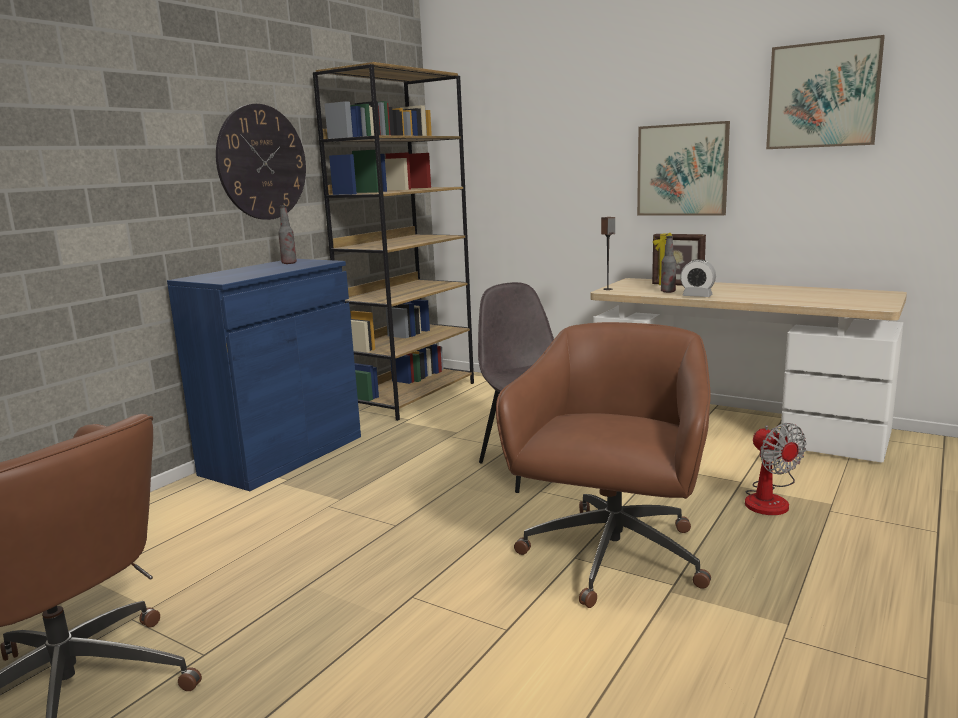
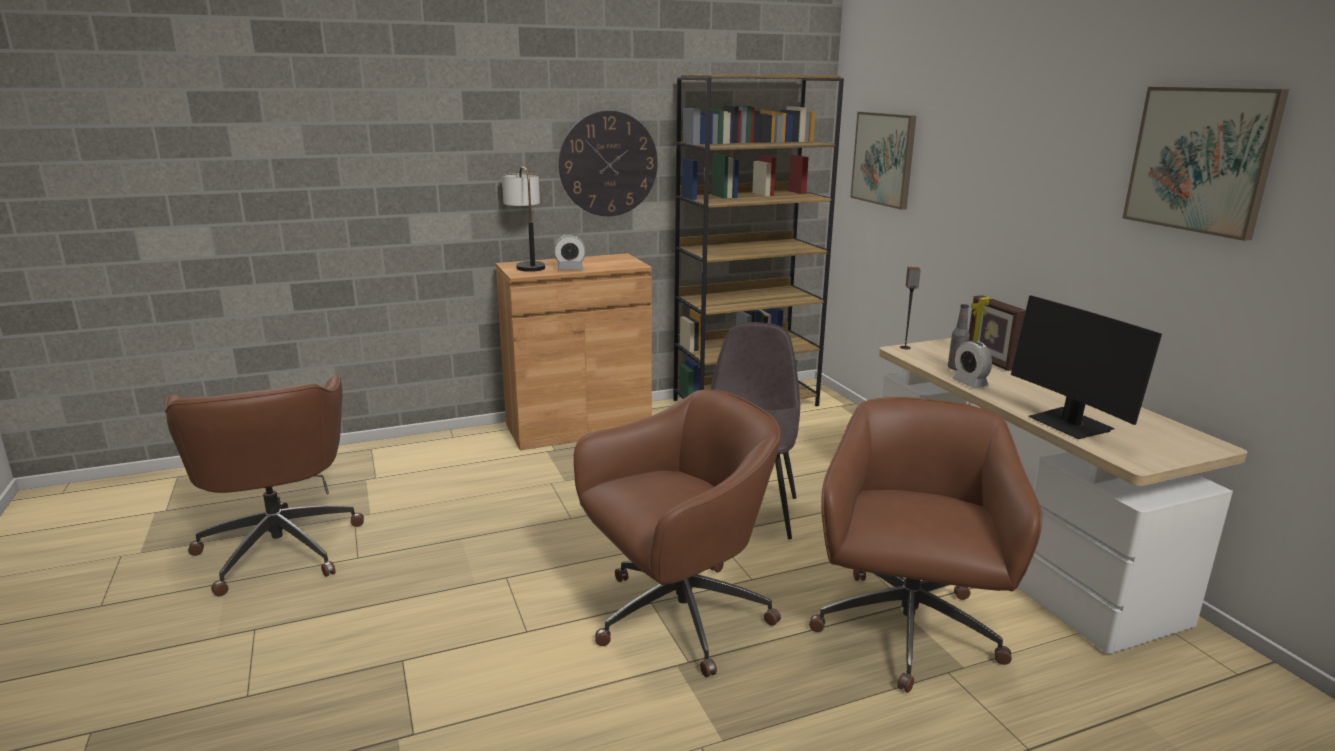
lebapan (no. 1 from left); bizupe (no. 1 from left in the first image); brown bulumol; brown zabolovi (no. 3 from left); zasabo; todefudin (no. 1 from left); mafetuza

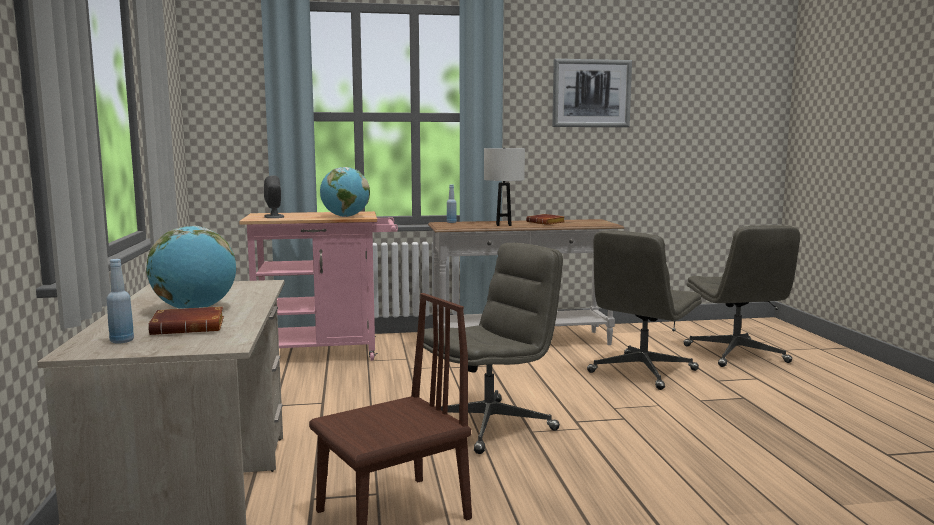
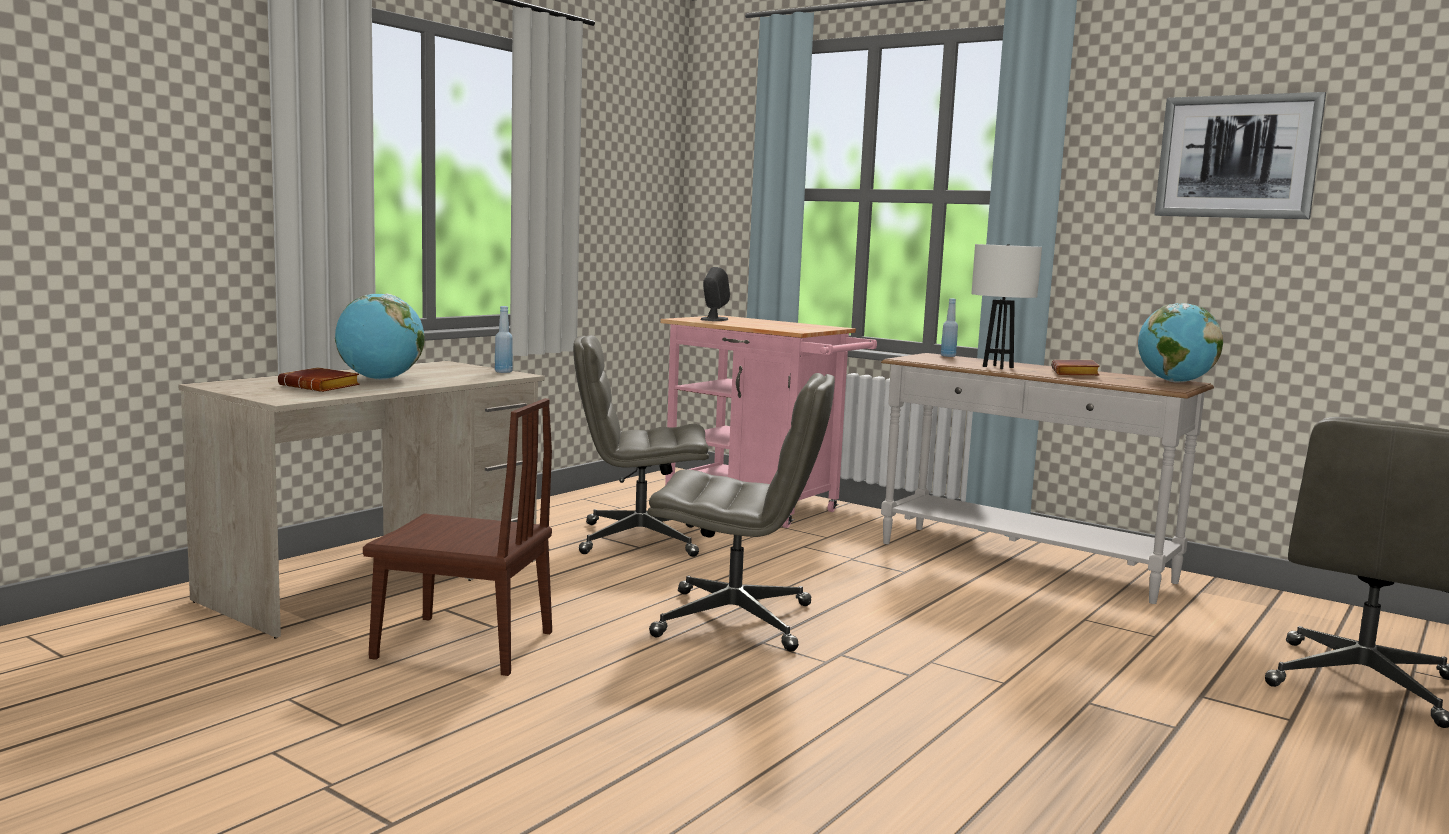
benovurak (no. 2 from left); grey zabolovi (no. 1 from left); blue bizupe (no. 1 from left)

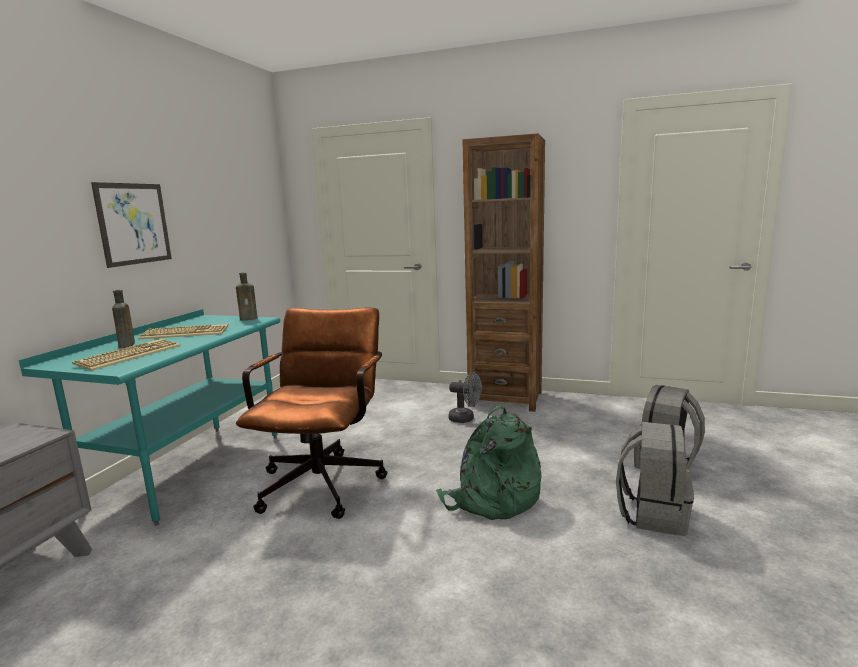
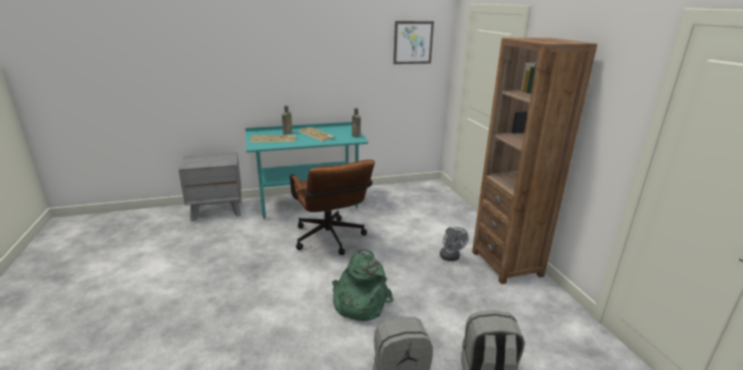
lebapan; brown zabolovi

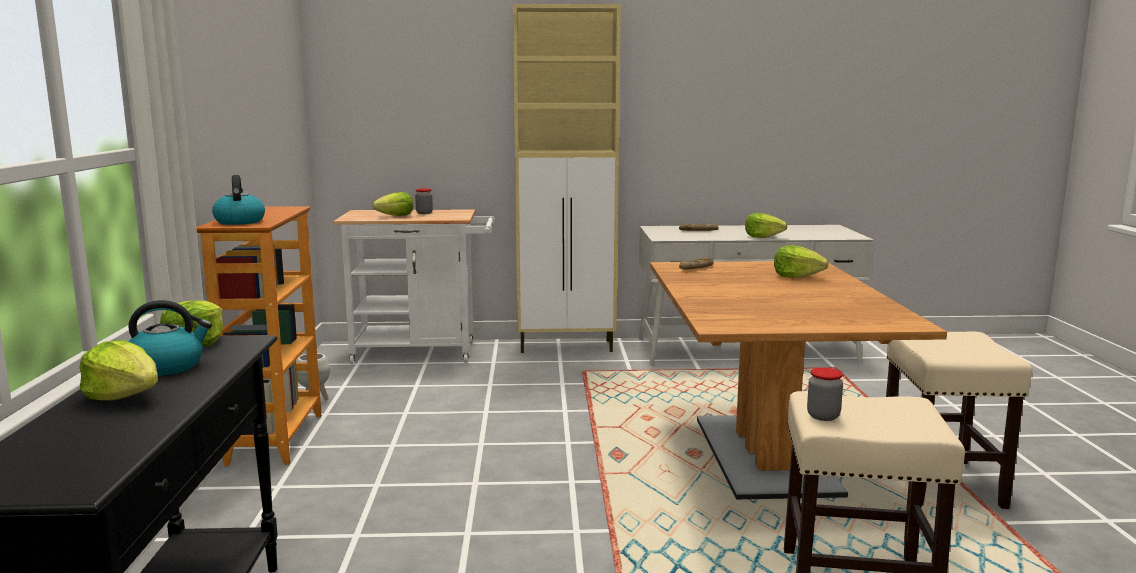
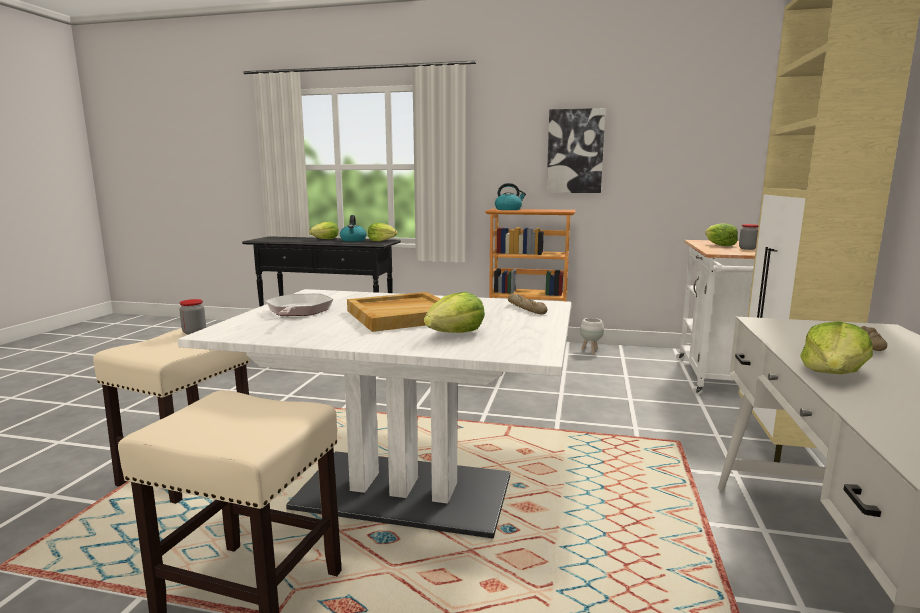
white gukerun; lebapan; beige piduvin; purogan

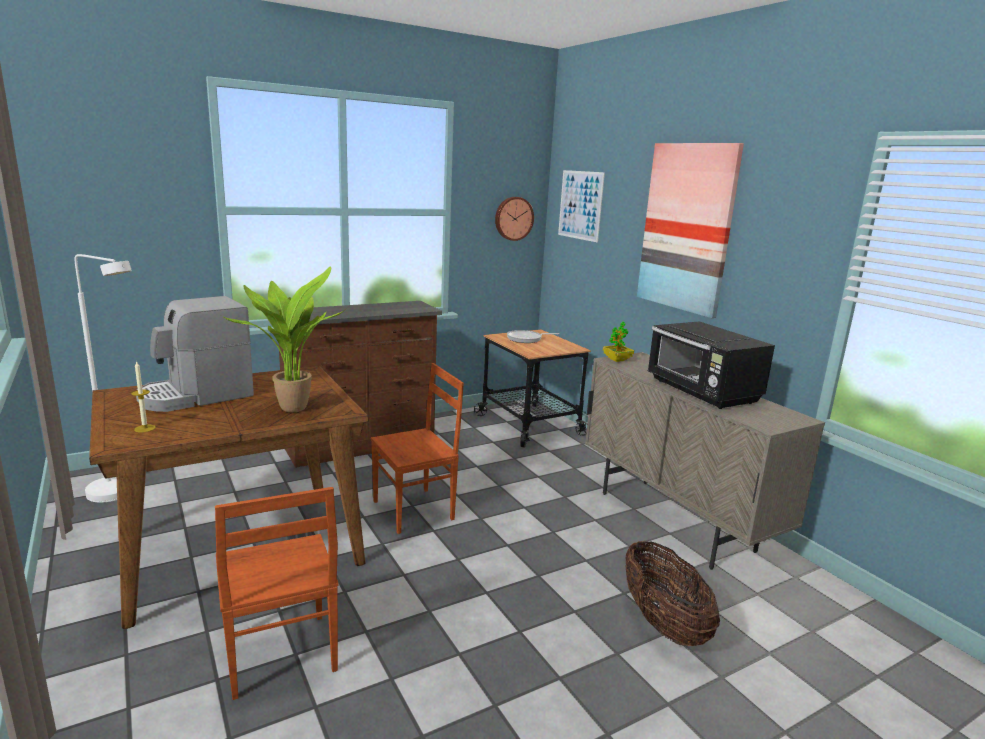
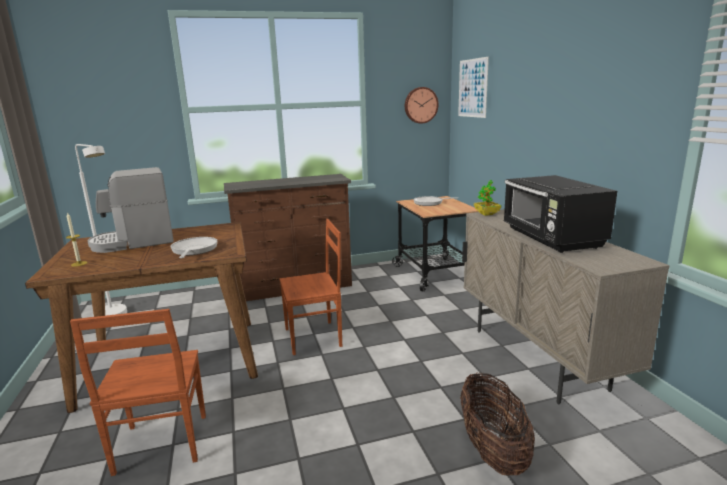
lebapan (no. 2 from left in the first image); purogan (no. 1 from left)

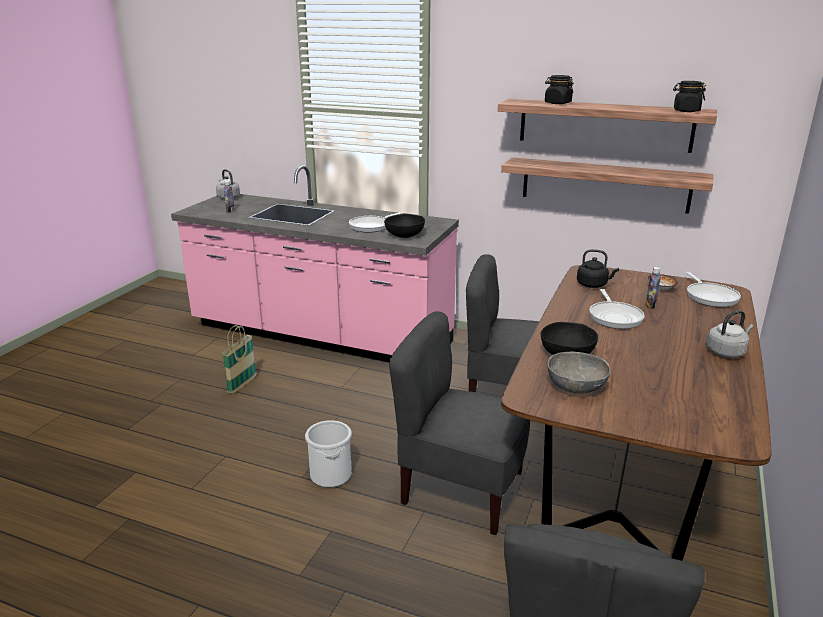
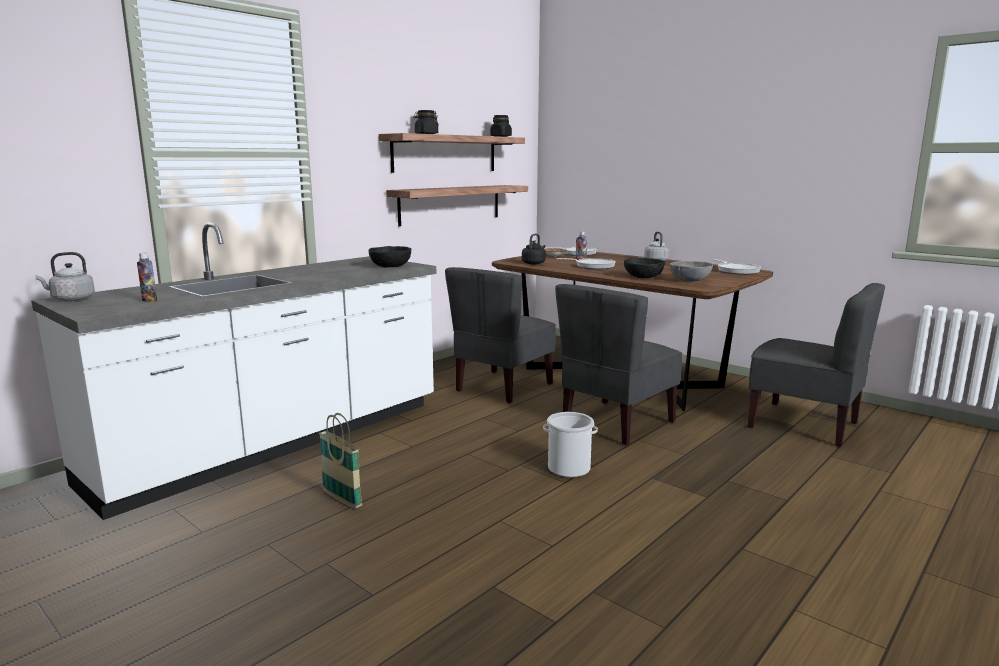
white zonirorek; purogan (no. 3 from left)

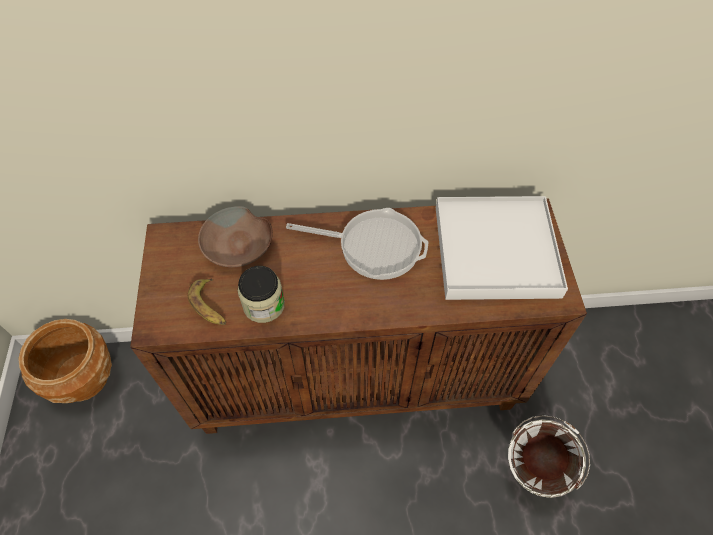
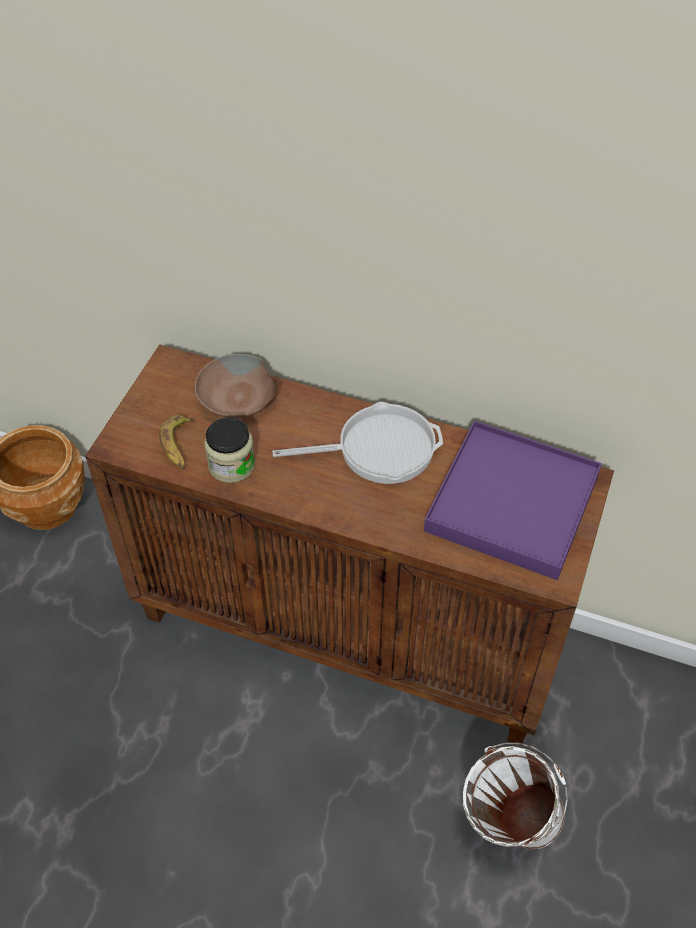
purple piduvin; purogan

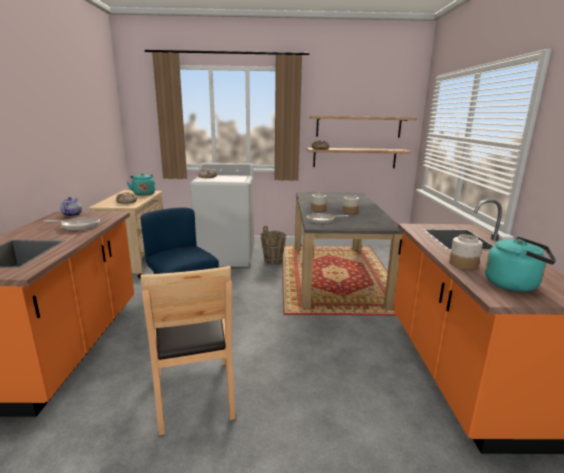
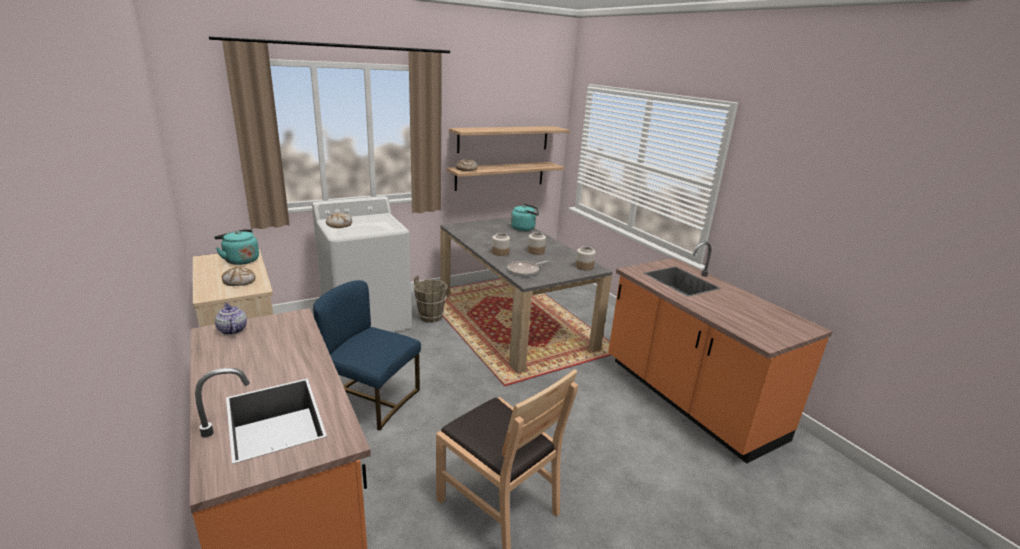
purogan (no. 1 from left in the first image); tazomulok (no. 3 from left); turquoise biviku (no. 2 from left)

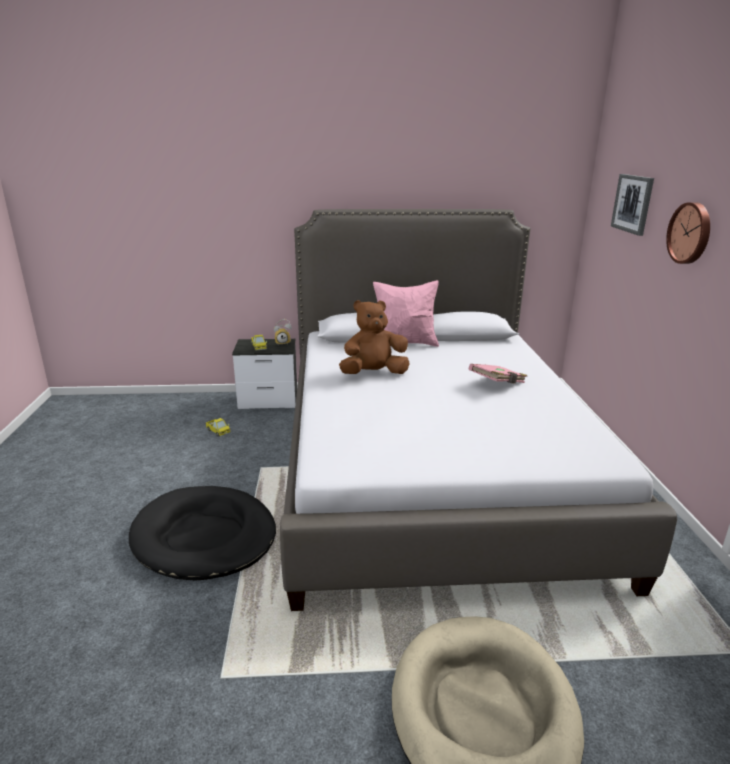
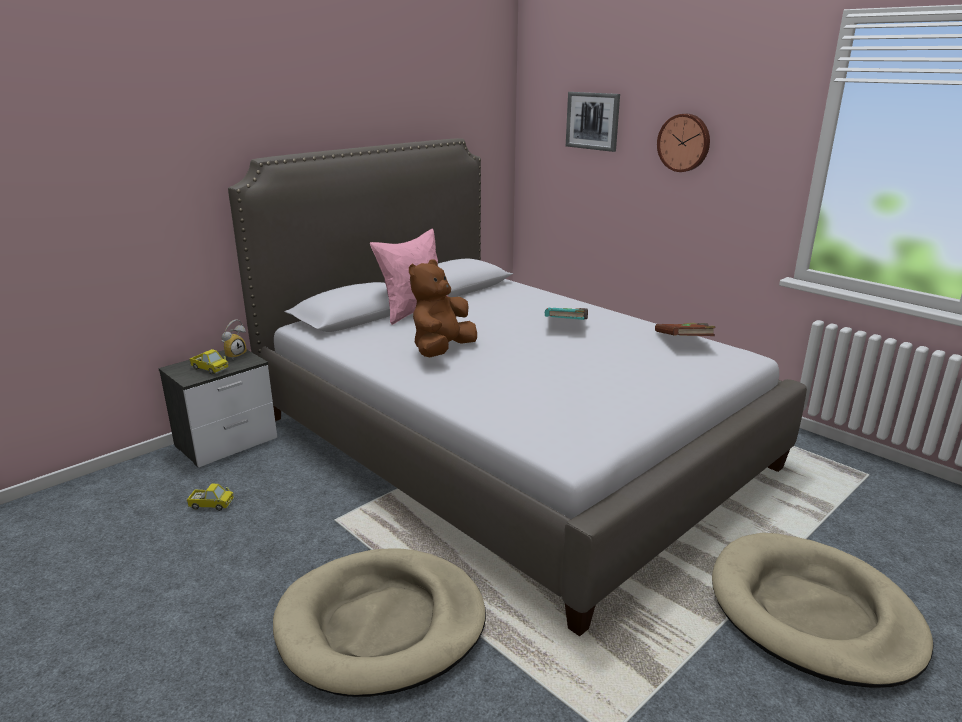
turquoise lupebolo; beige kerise (no. 1 from left); brown lupebolo

